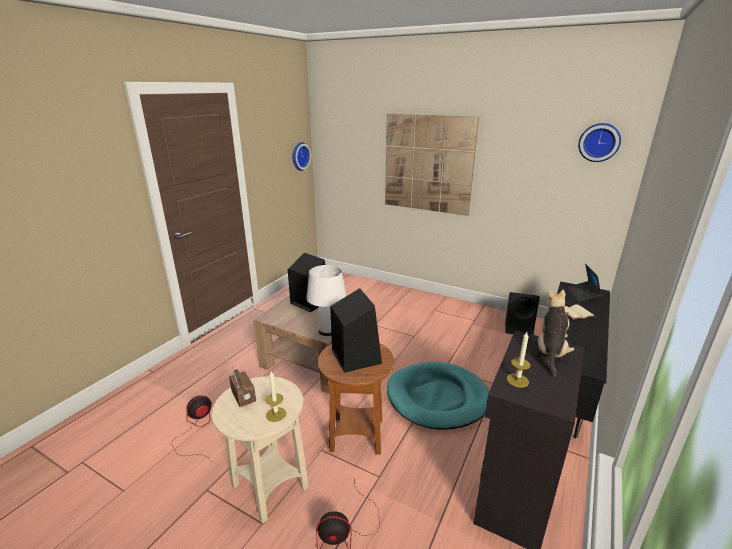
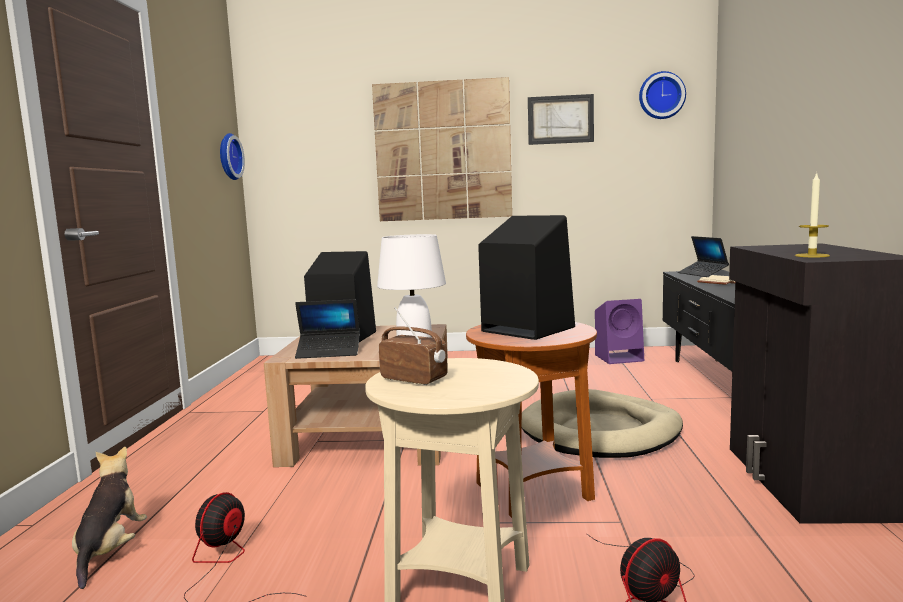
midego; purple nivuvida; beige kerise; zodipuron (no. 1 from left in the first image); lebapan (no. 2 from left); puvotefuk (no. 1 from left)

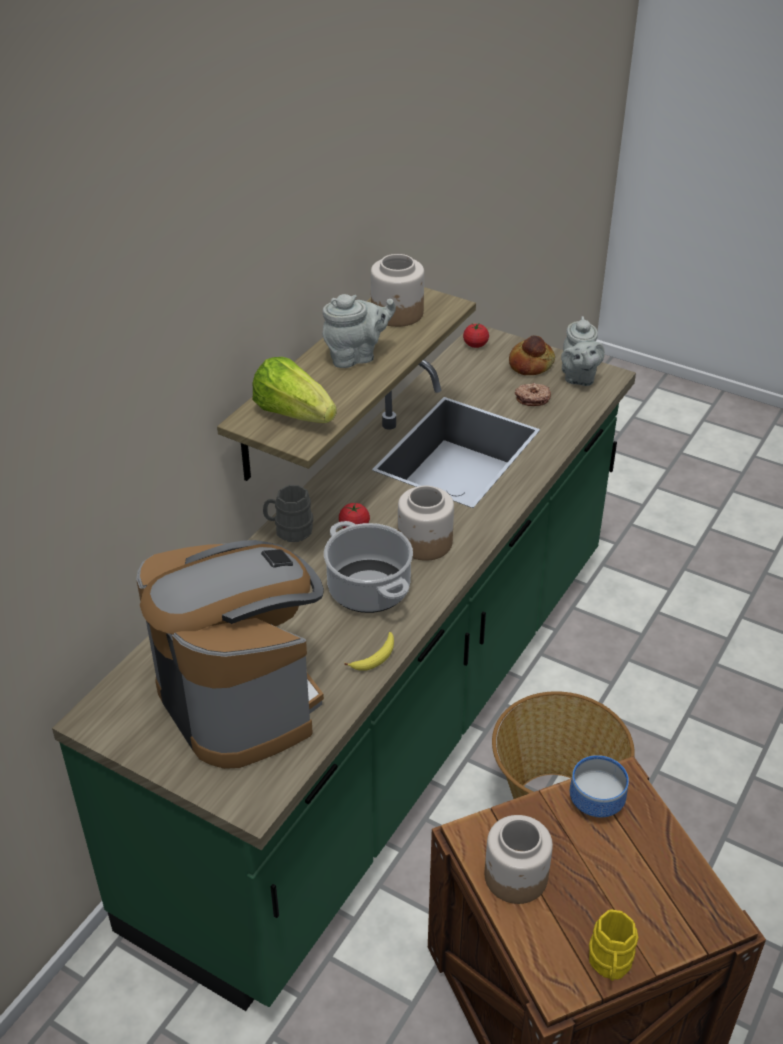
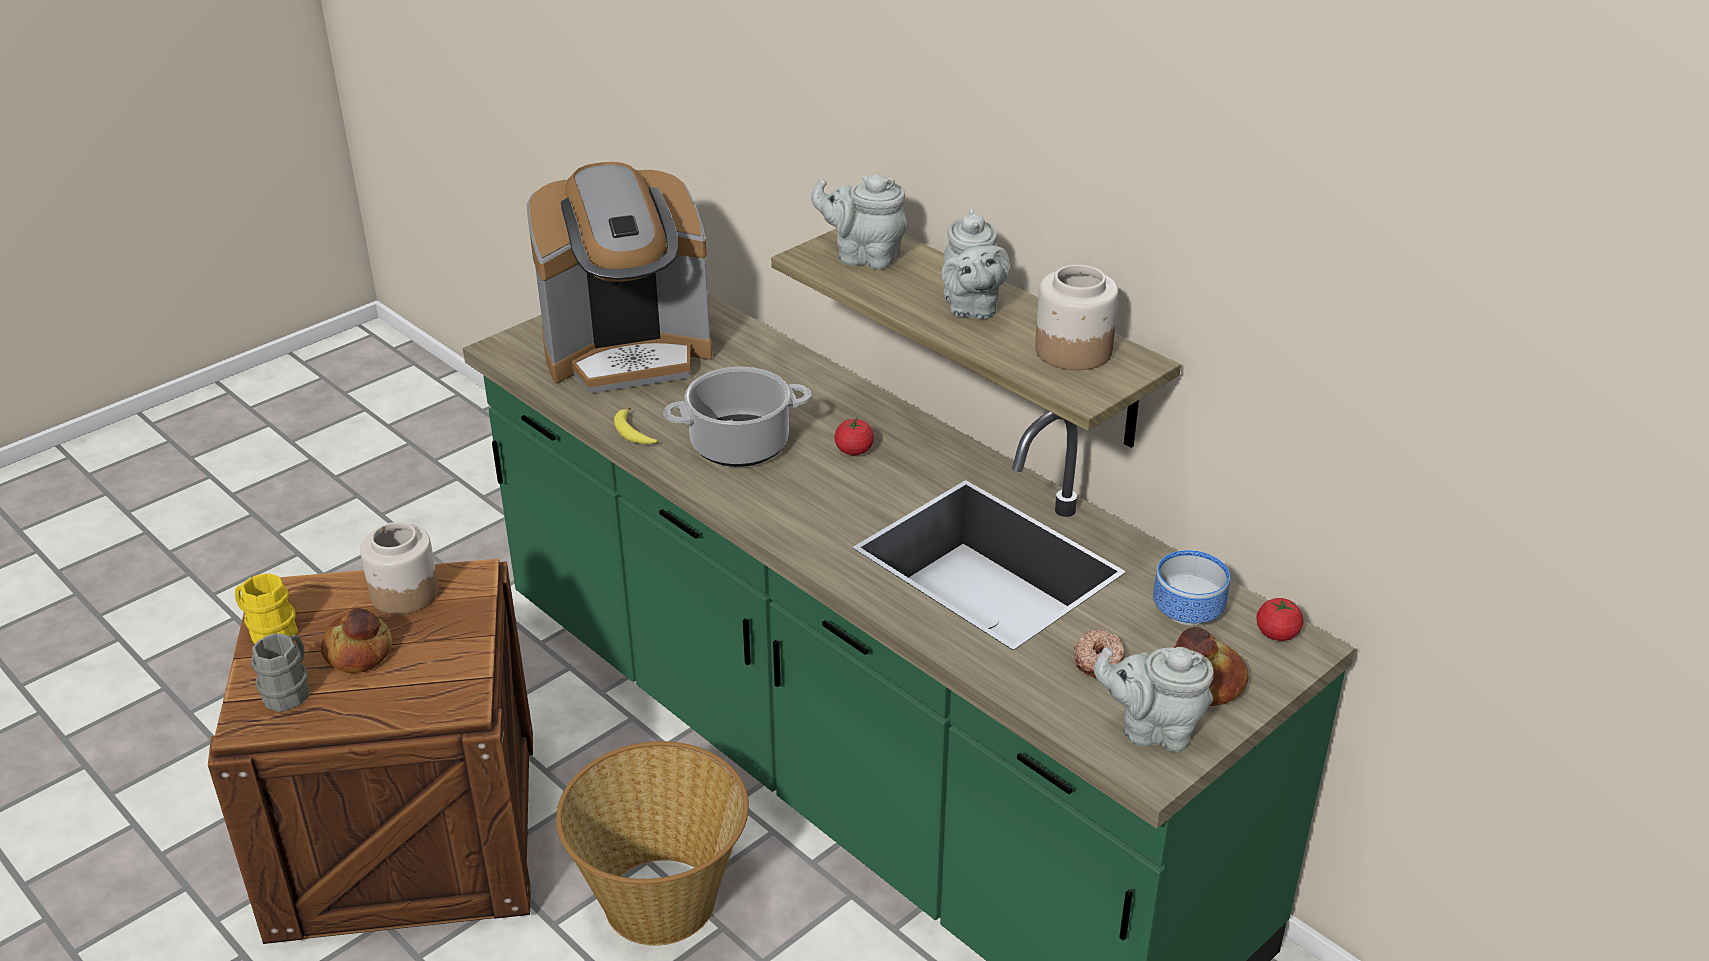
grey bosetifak (no. 1 from left); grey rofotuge; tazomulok (no. 2 from left in the first image); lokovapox; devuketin (no. 1 from left)

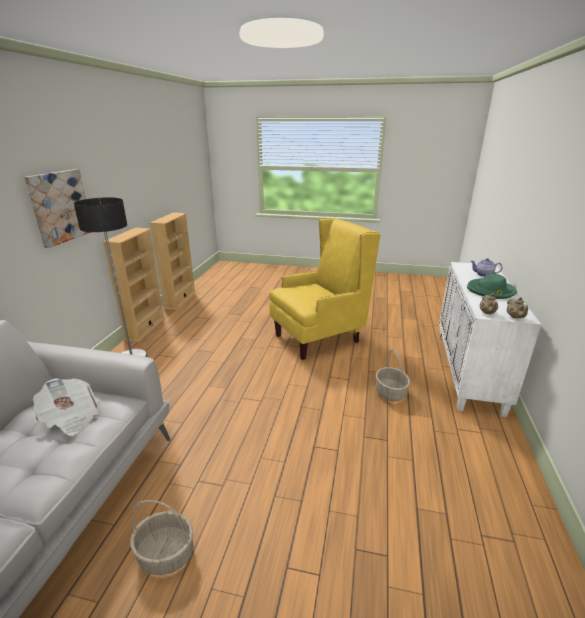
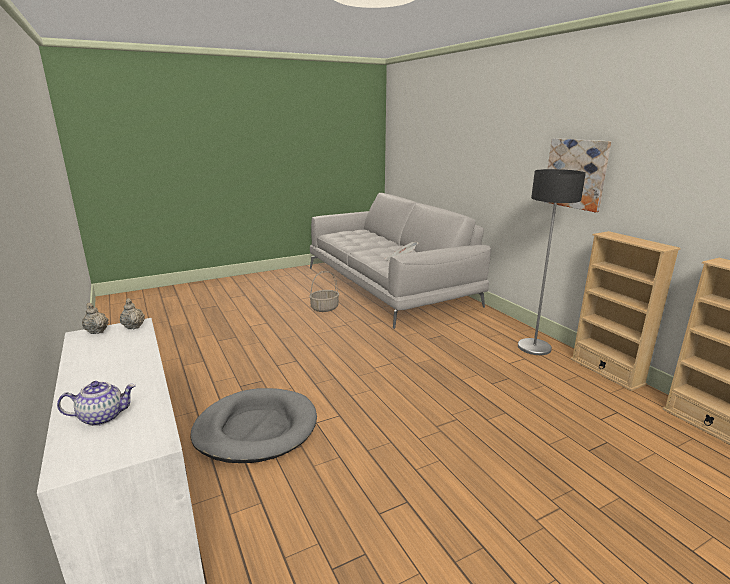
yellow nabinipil; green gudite; grey kerise

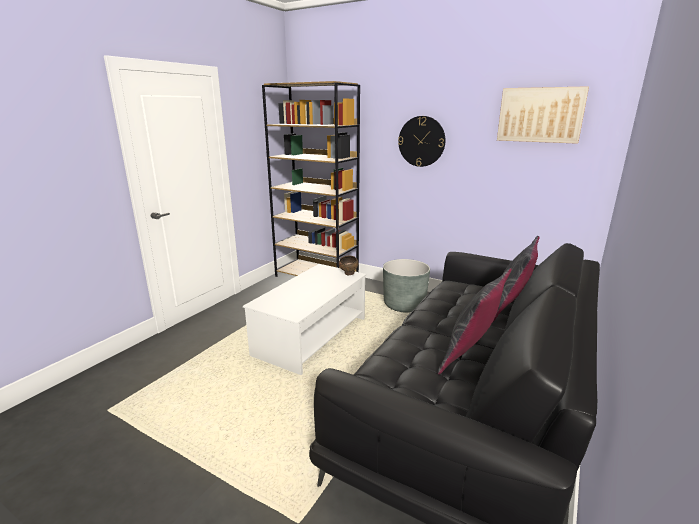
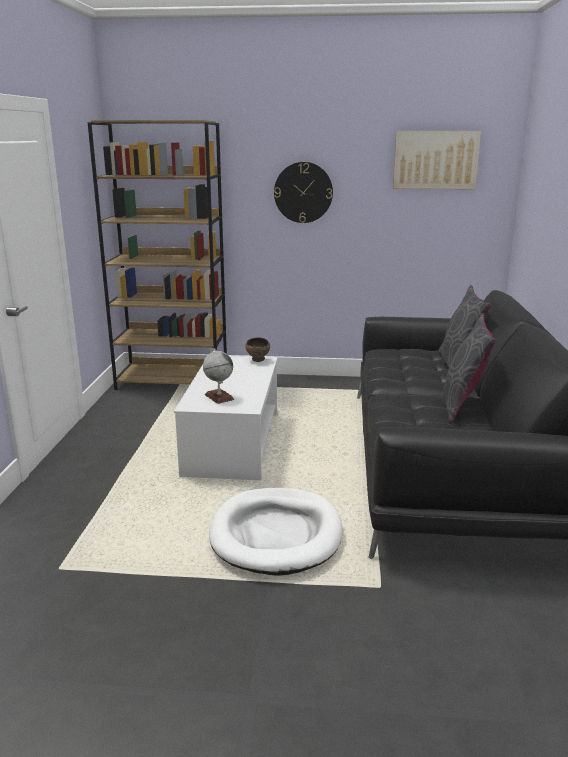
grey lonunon; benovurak; white kerise

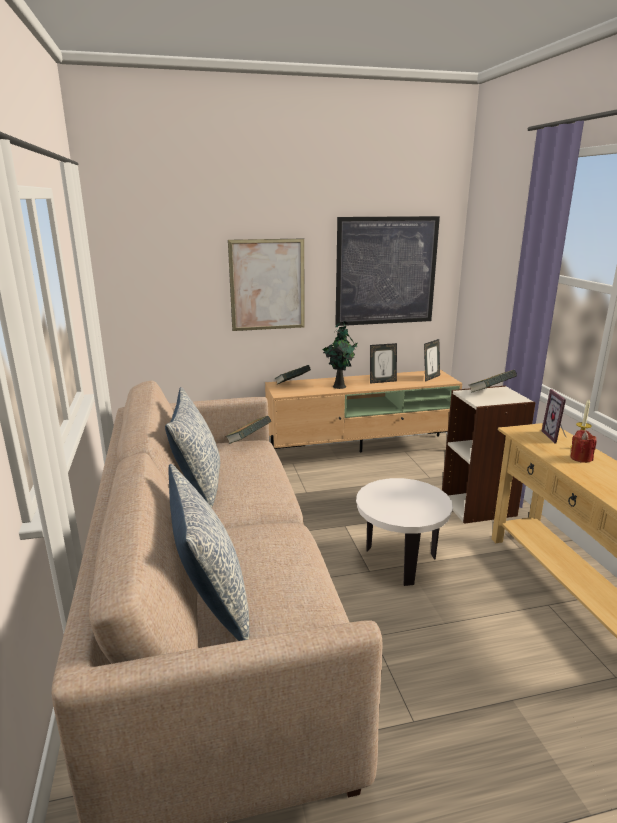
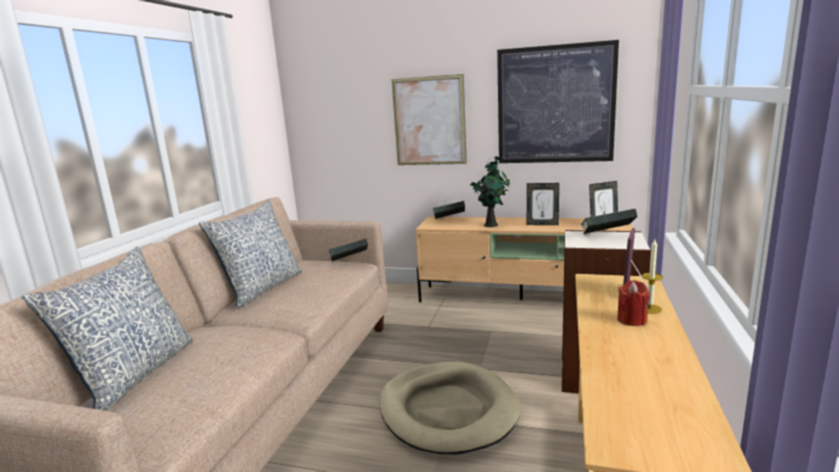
beige kerise

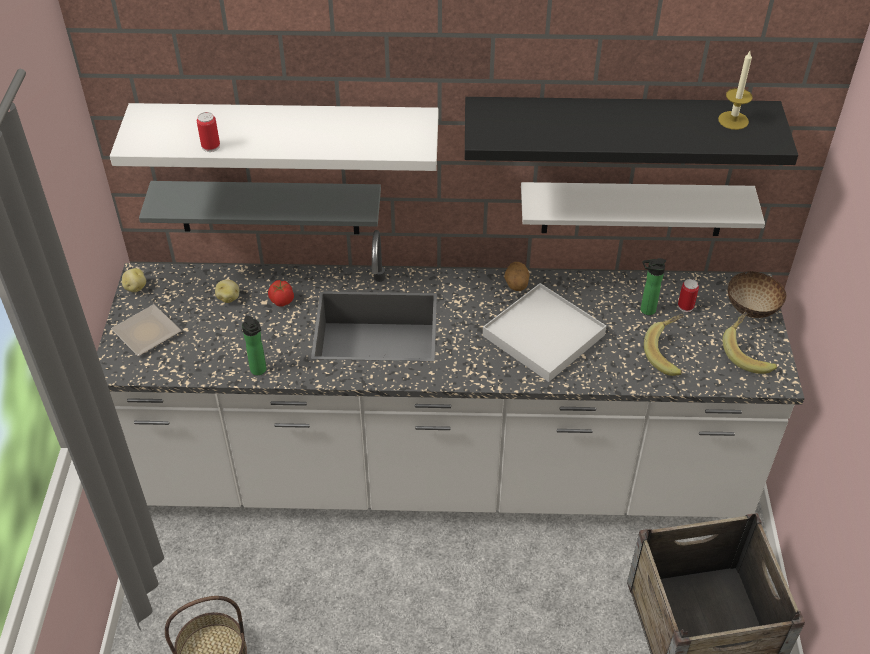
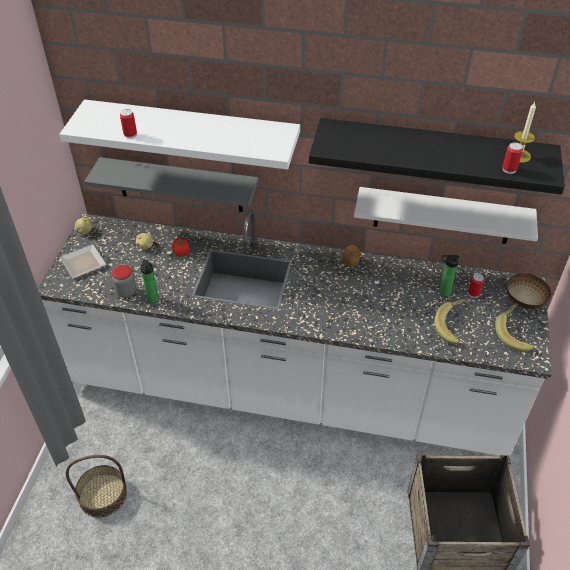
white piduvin; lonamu (no. 3 from left); tazomulok

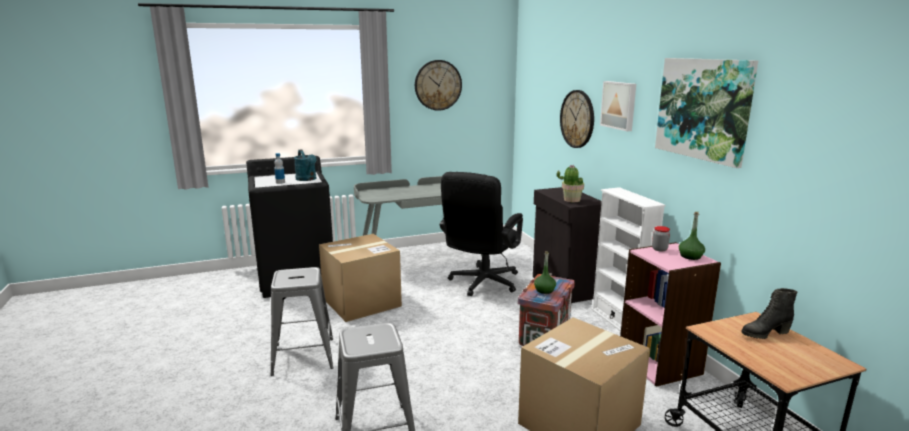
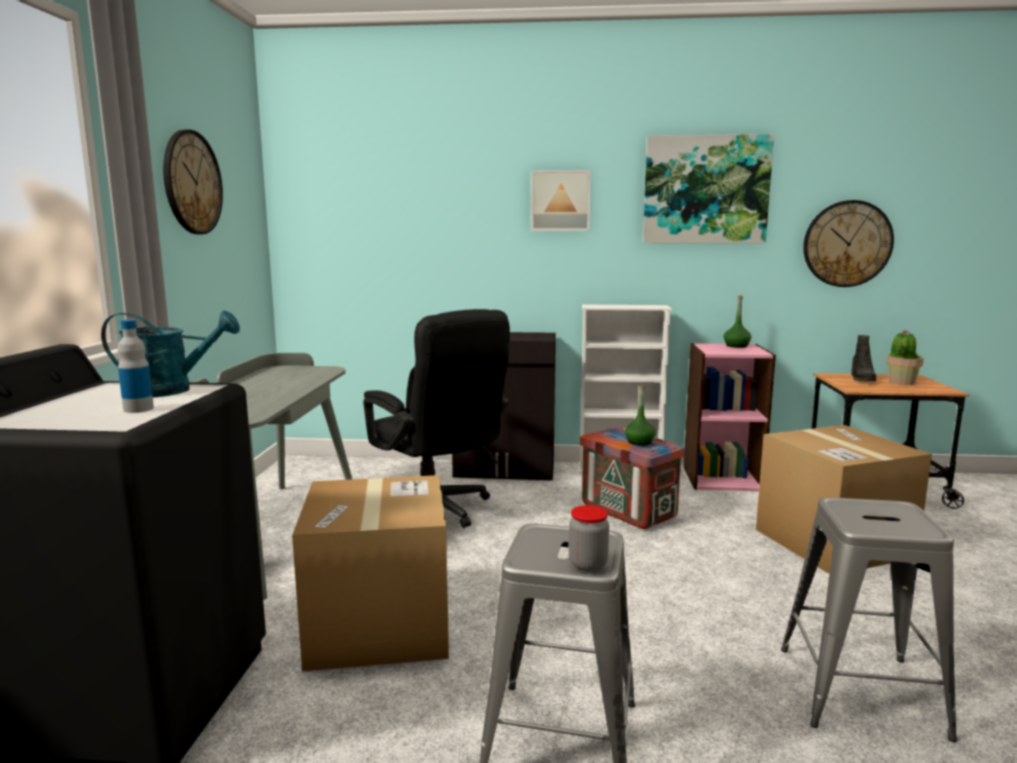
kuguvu (no. 2 from left); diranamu; tazomulok

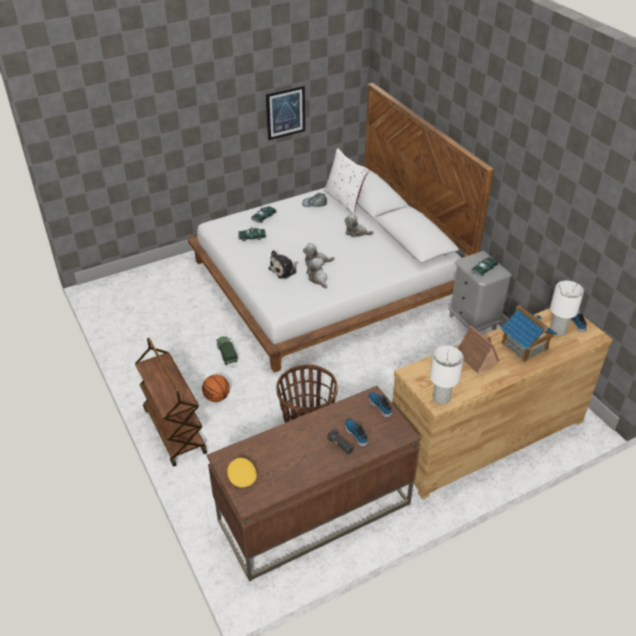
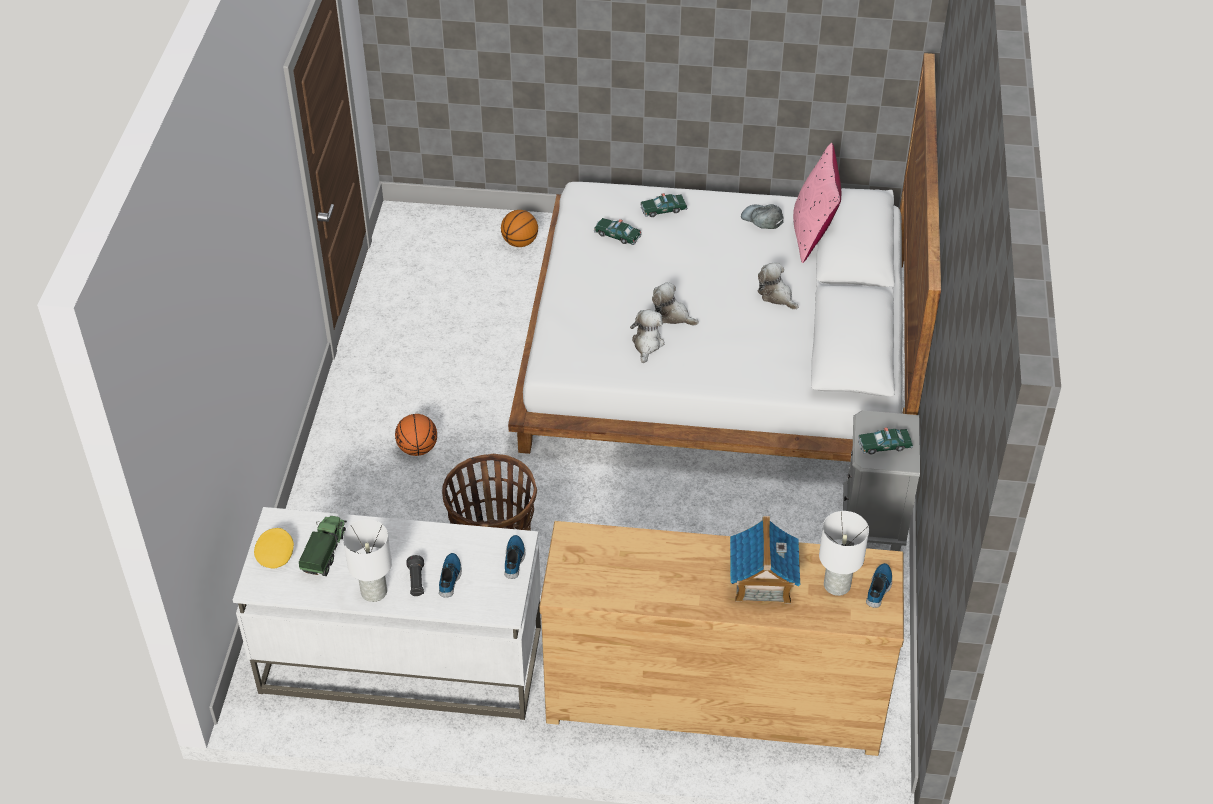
lebapan; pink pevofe; midego (no. 1 from left in the first image); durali (no. 1 from left in the first image); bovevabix; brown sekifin; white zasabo (no. 1 from left); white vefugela; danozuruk (no. 2 from left)

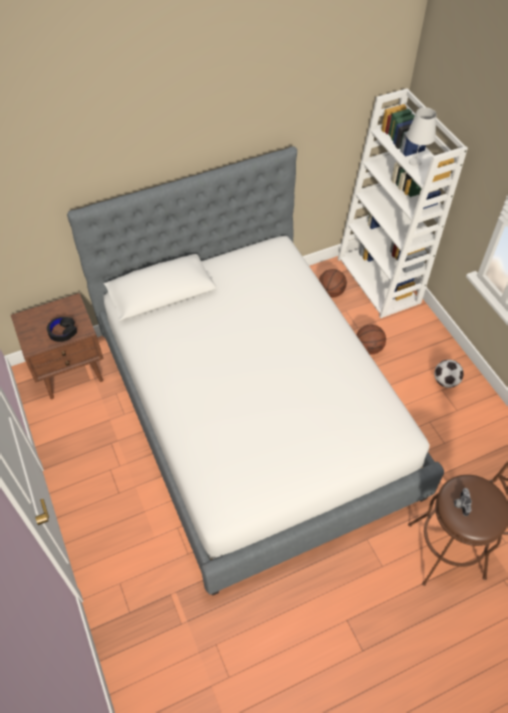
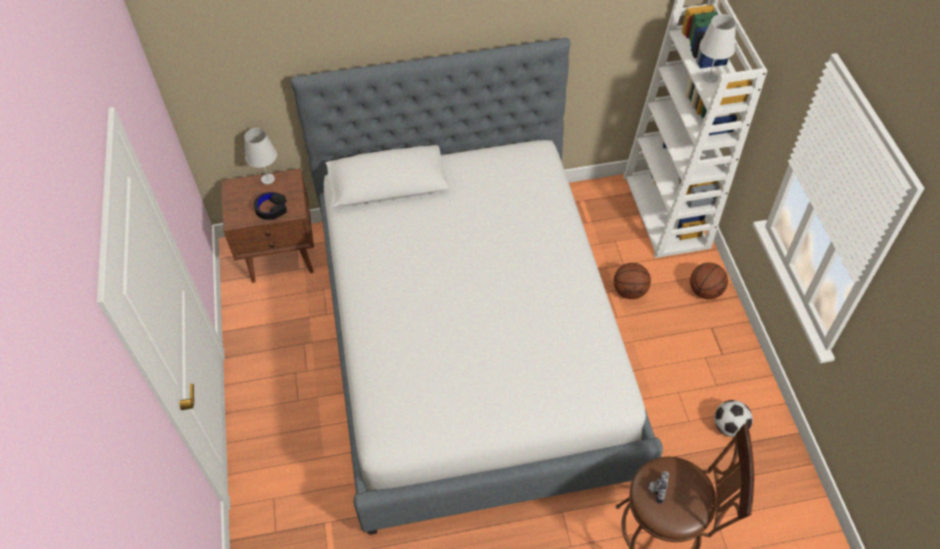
danozuruk (no. 2 from left); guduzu; white zasabo (no. 1 from left)

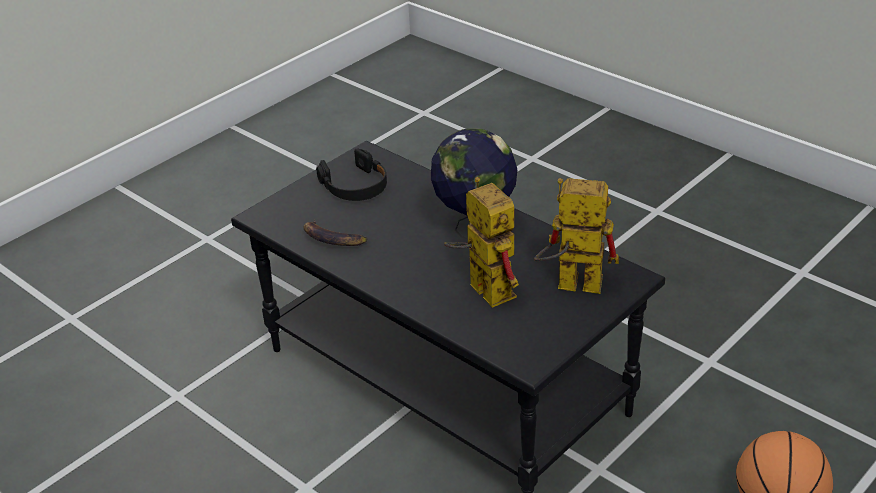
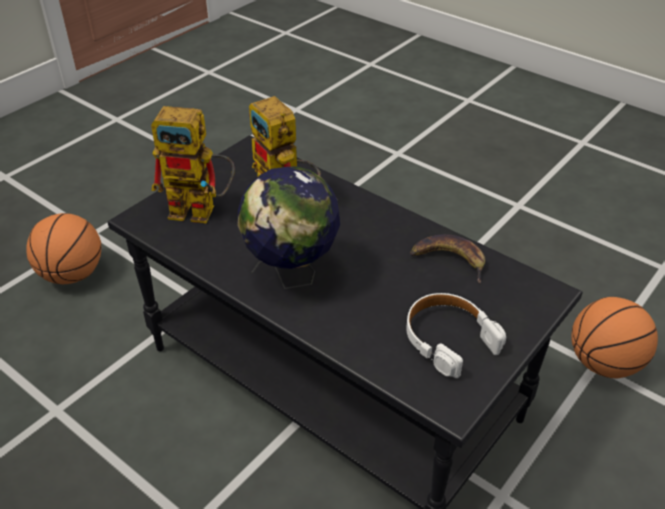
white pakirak; danozuruk (no. 2 from left)

